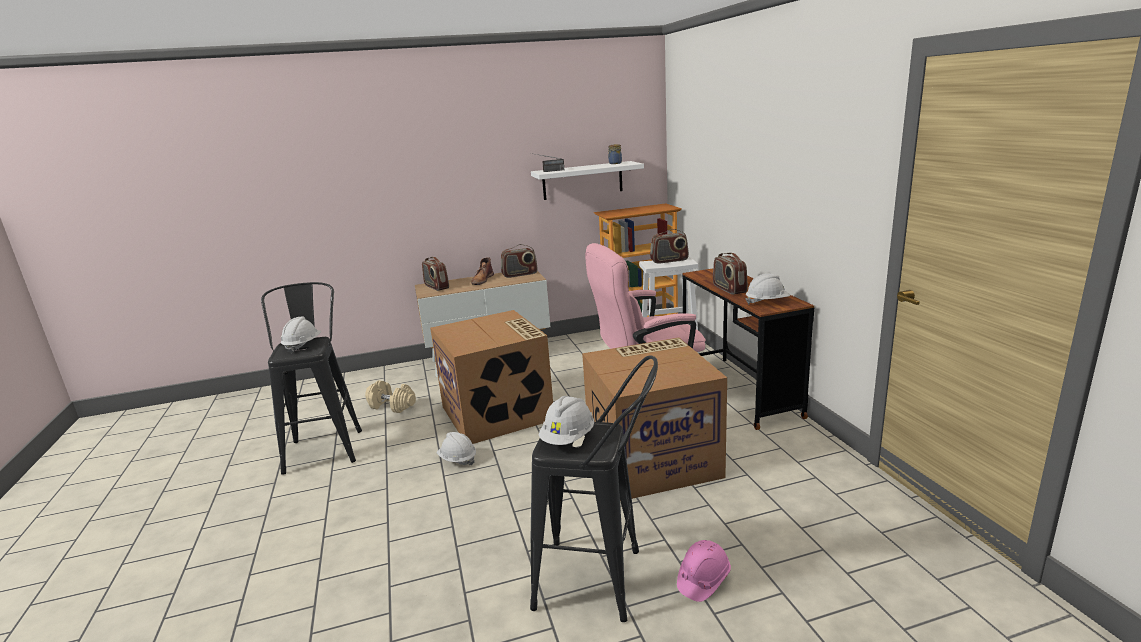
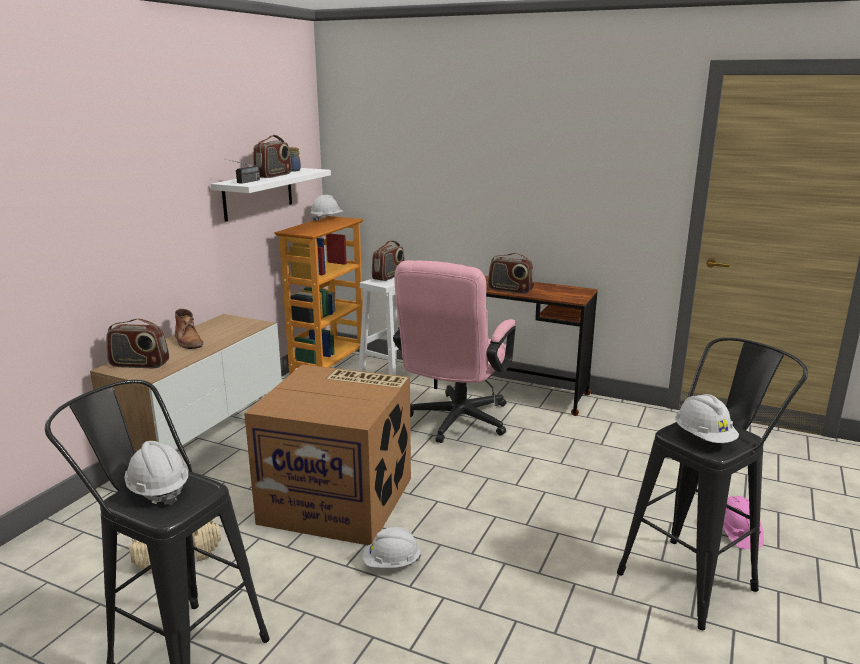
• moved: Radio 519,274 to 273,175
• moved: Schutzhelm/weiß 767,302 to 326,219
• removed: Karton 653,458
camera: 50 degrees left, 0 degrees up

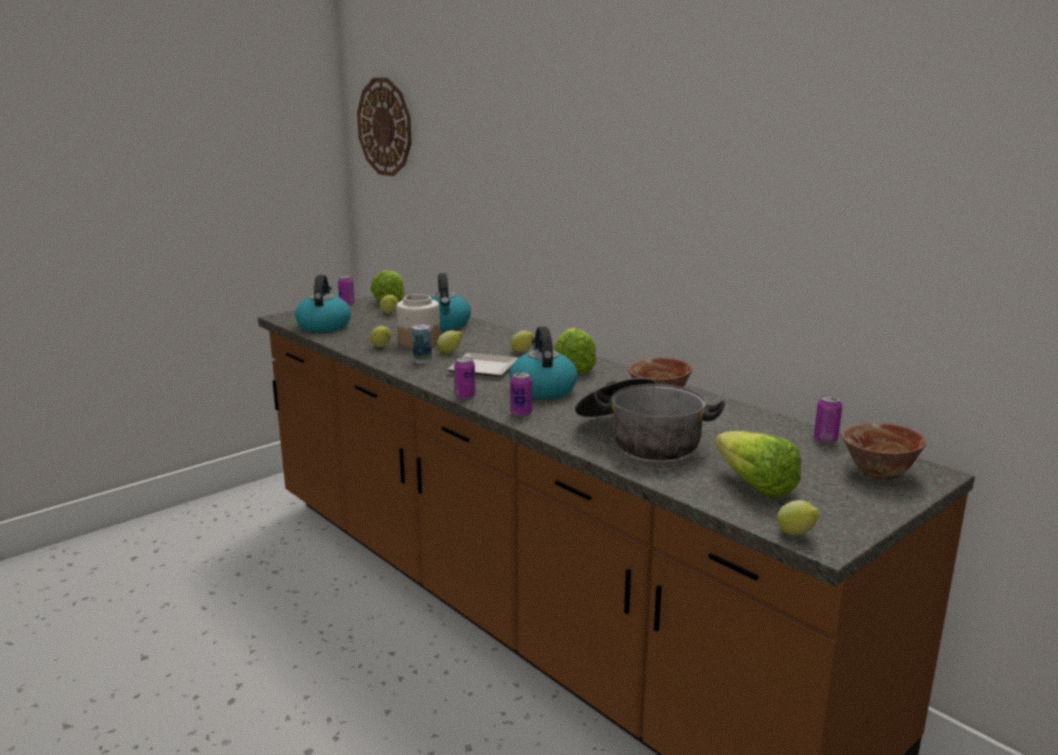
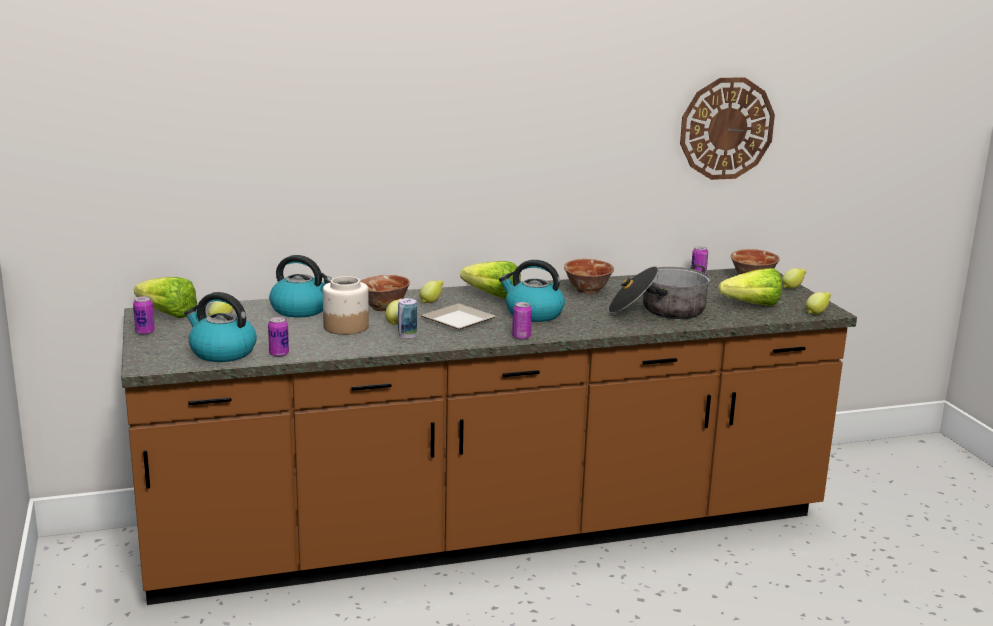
• moved: Dose 521,413 to 279,354
• added: Schüssel 383,308
• moved: Wanduhr 385,127 to 726,128
• moved: Zitrone 382,347 to 793,288
camera: 65 degrees left, 0 degrees up

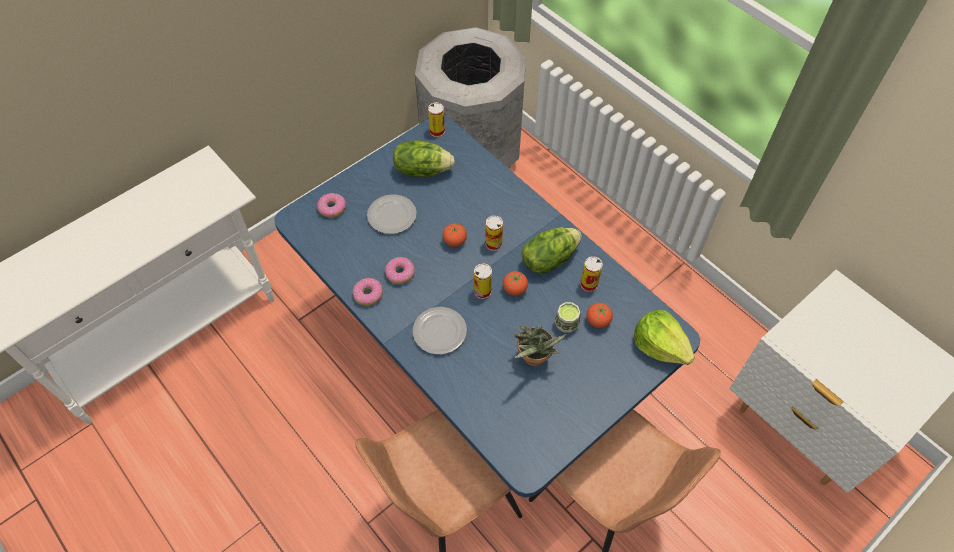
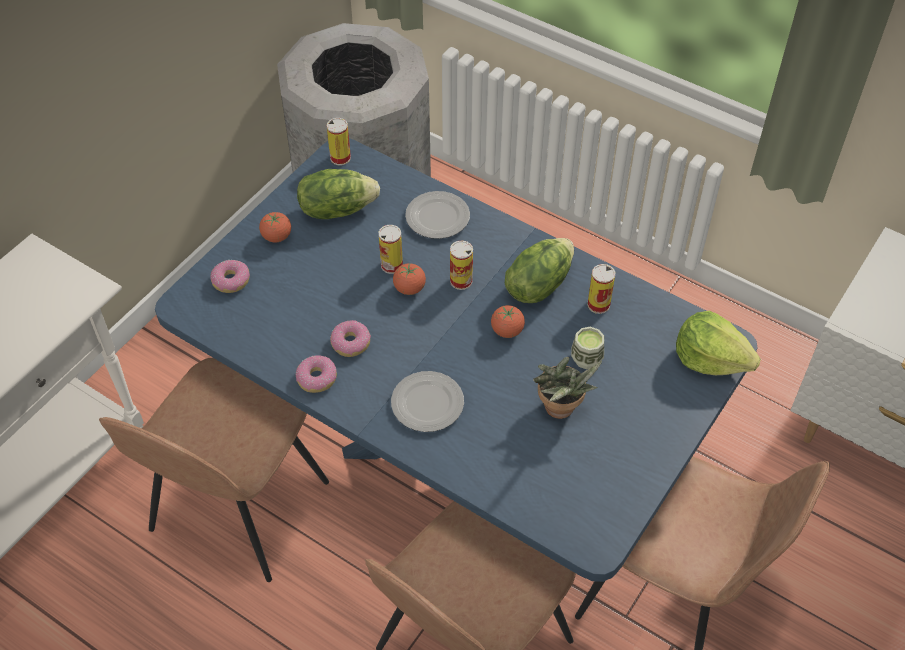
• added: Stuhl/braun 237,509
• moved: Tomate 598,321 to 277,237
• moved: Dose 482,291 to 391,265
• moved: Teller 391,216 to 437,218
camera: 15 degrees left, 5 degrees down

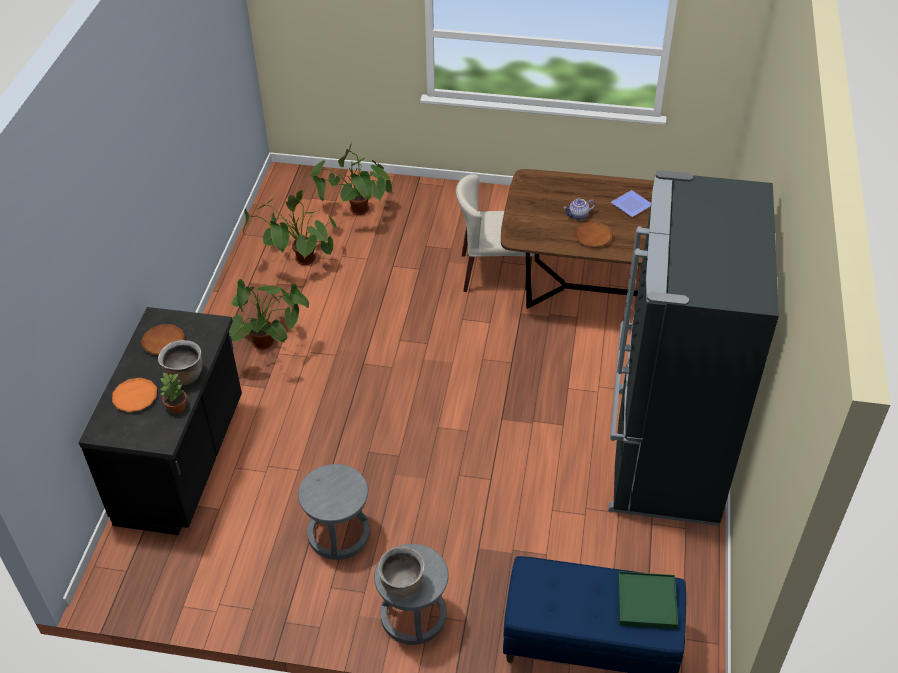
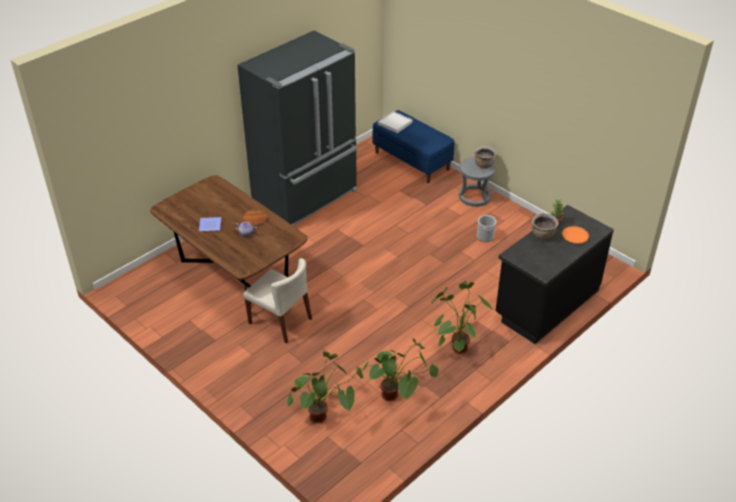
• recoloured: Tablett/grün 647,602 to Tablett/weiß 395,123
• replaced: Hocker/grau 339,534 to Eimer 485,237
• removed: Teller/braun 163,342
camera: 145 degrees left, 5 degrees down

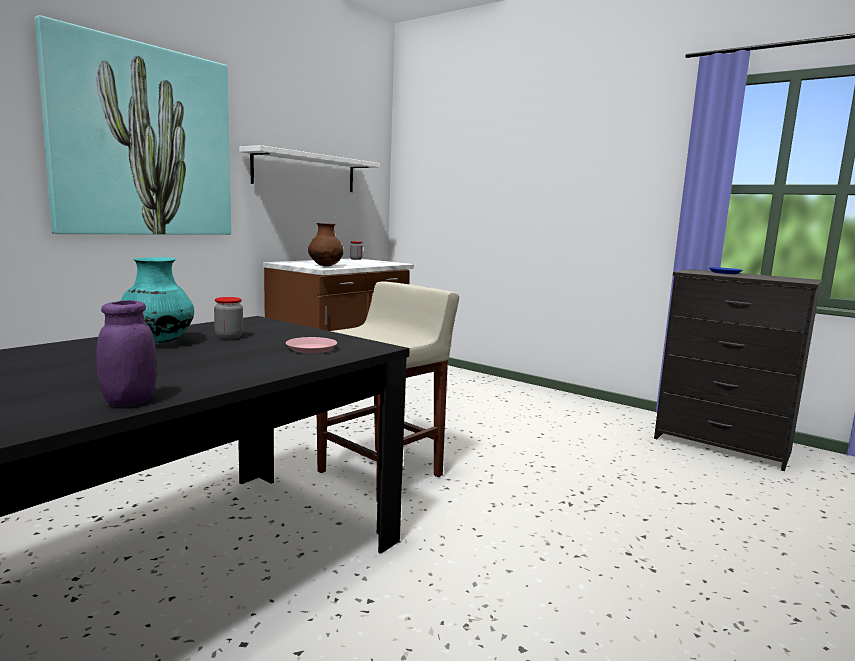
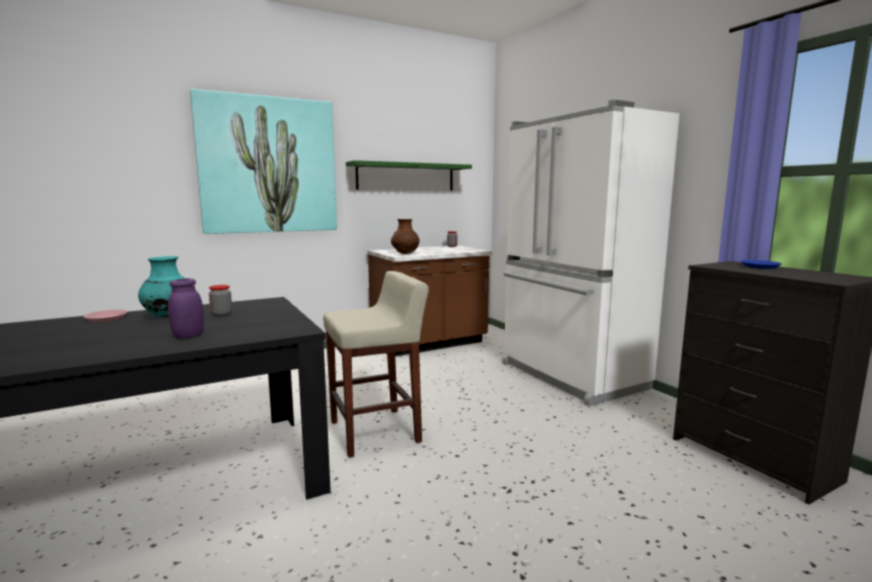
• moved: Teller/rosa 311,349 to 106,318
• moved: Vorratsglas/lila 130,402 to 188,336
• recoloured: Wandregal/weiß 305,172 to Wandregal/grün 406,177
• added: Kühlschrank/weiß 570,376
camera: 25 degrees right, 0 degrees up

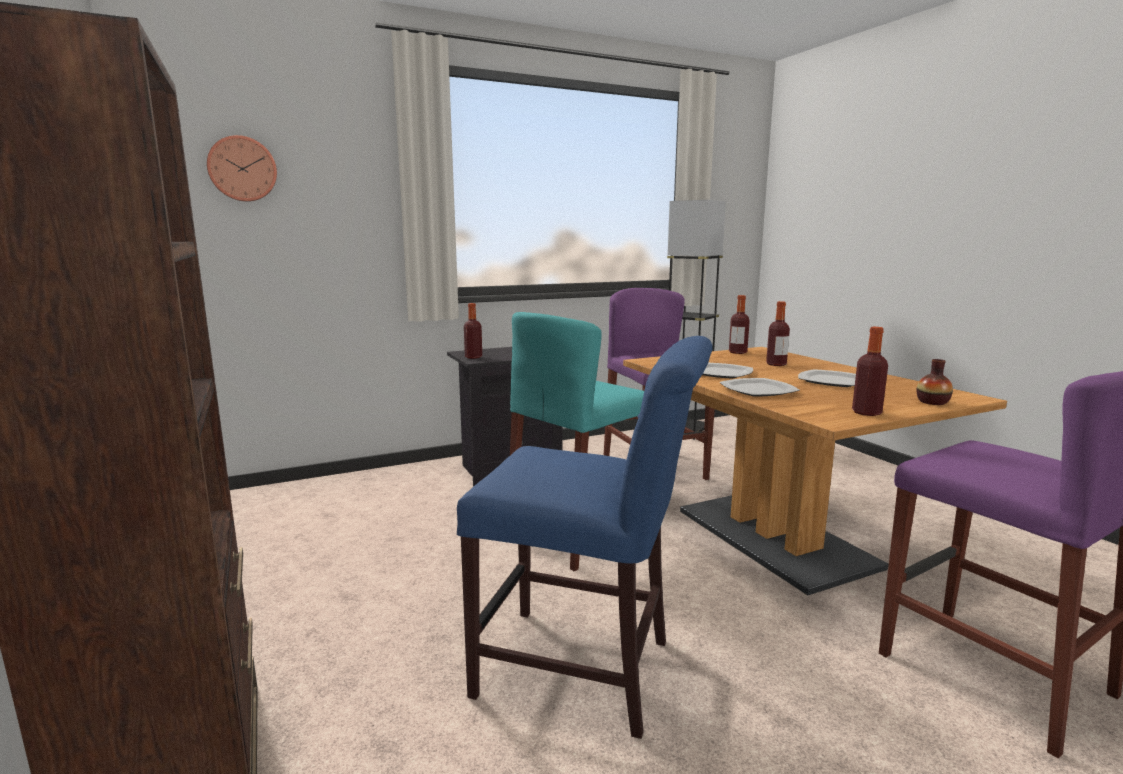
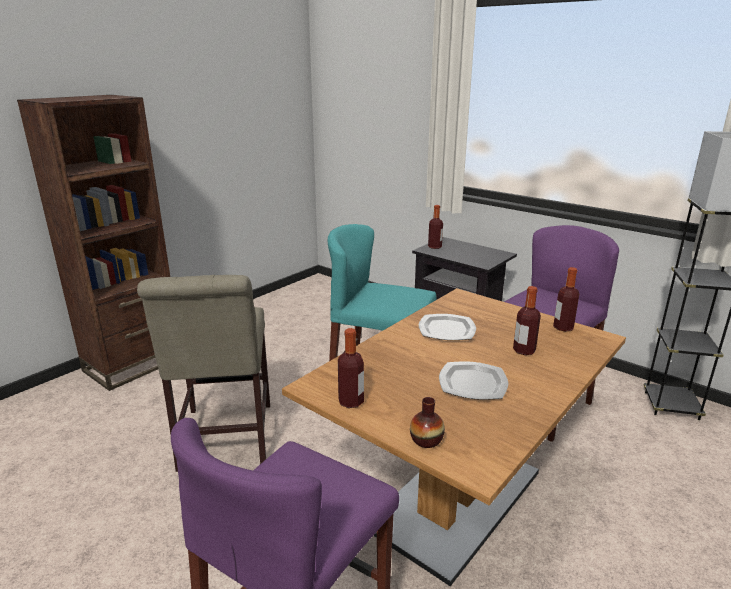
• recoloured: Stuhl/blau 585,671 to Stuhl/beige 224,440
• removed: Wanduhr 242,169
• removed: Teller 759,390
camera: 65 degrees right, 10 degrees up

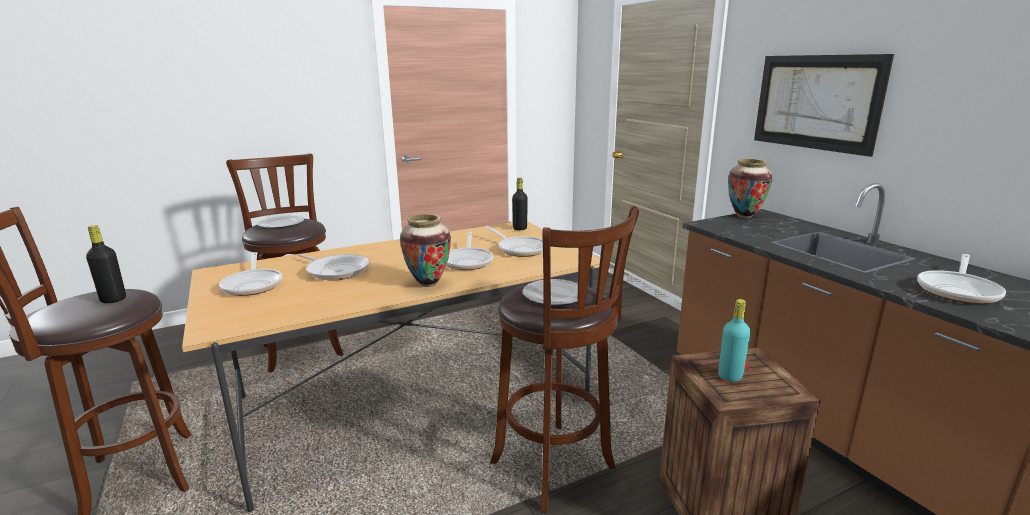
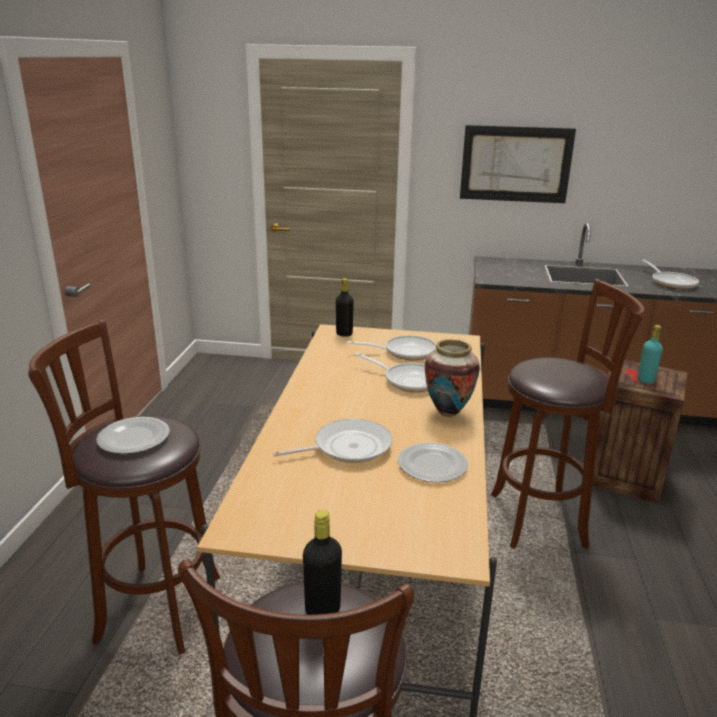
• moved: Teller 554,294 to 431,465
• removed: Pfanne 253,285
• removed: Vase 744,216
camera: 55 degrees left, 5 degrees up

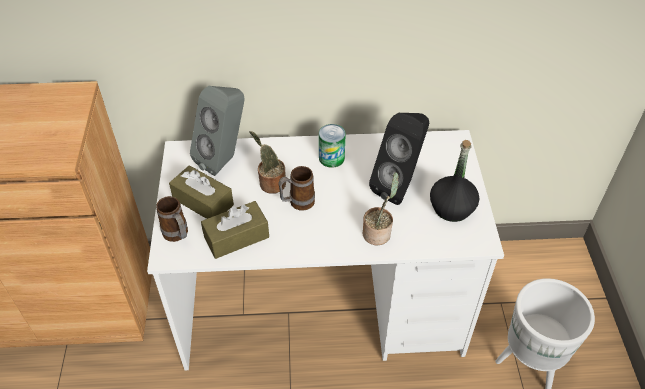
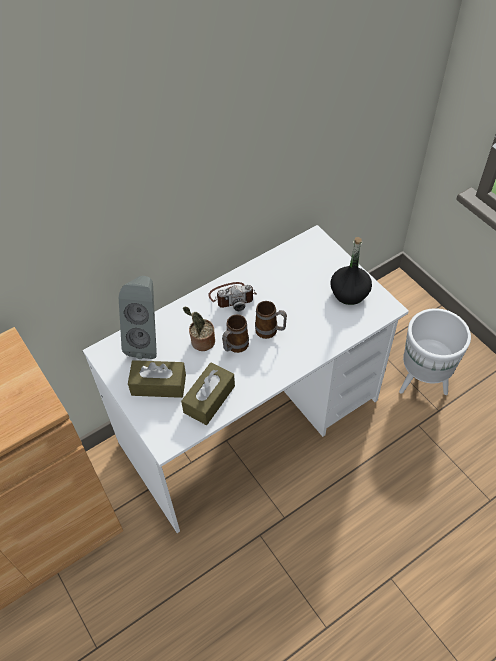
• replaced: Dose 331,158 to Kamera 232,297
• moved: Henkelbecher 177,236 to 270,332
• removed: Topfpflanze 378,233
• removed: Lautsprecher/schwarz 399,186
camera: 30 degrees left, 5 degrees up

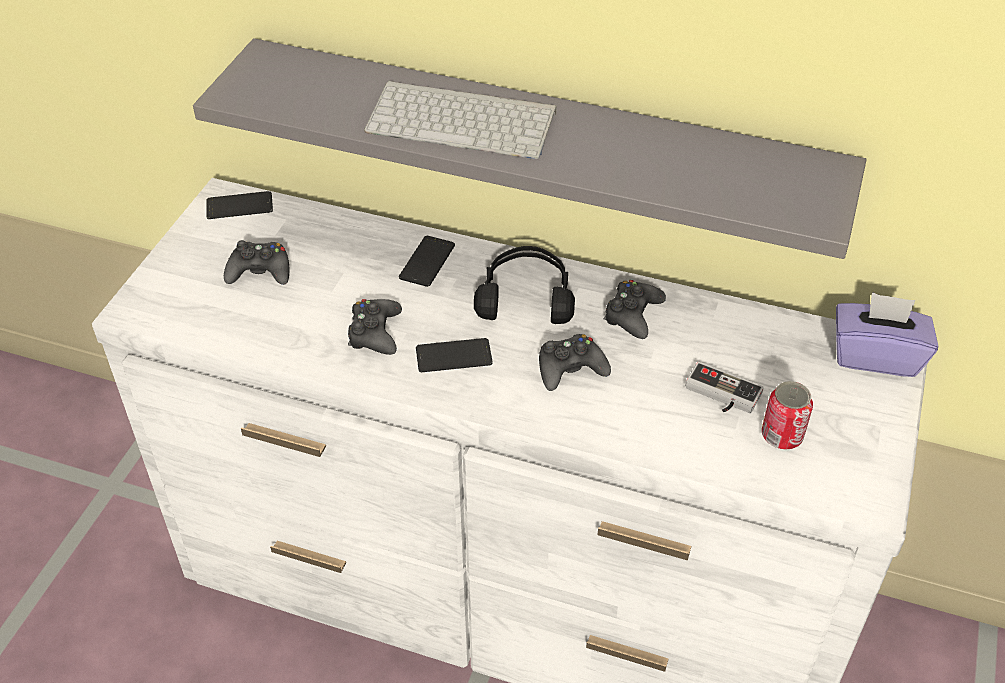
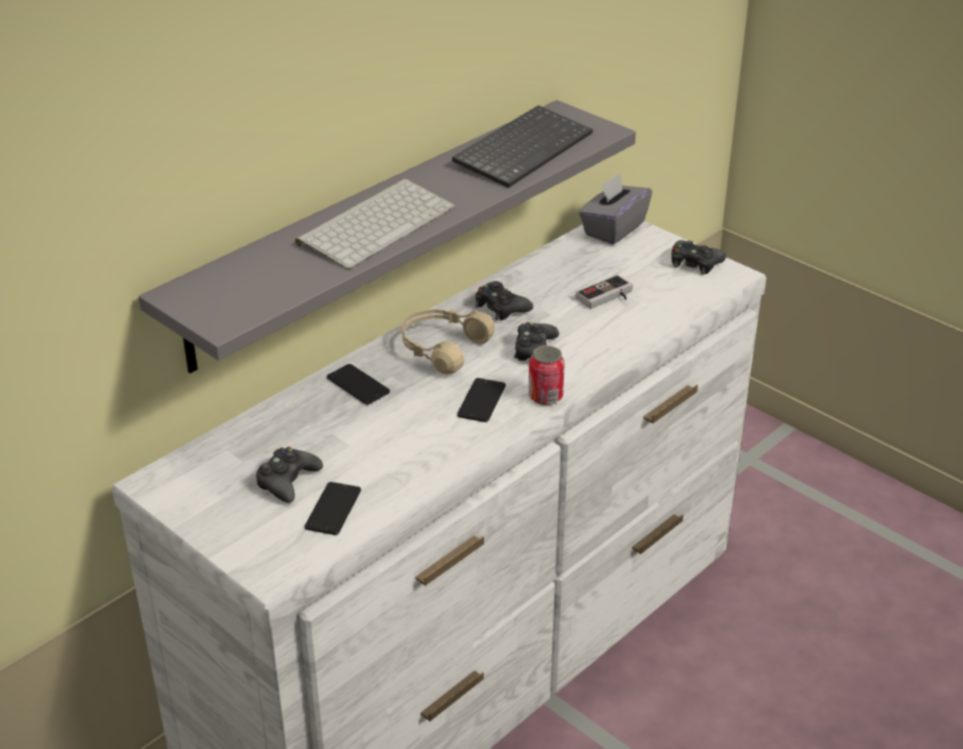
• moved: Handy 239,206 to 333,509
• recoloured: Kopfhörer/schwarz 526,296 to Kopfhörer/beige 441,348
• added: Tastatur 522,148
• moved: Dose 782,436 to 545,396
• recoloured: Taschentuchbox/lila 875,355 to Taschentuchbox/grau 613,229
• moved: Gamepad/schwarz 375,333 to 695,263
camera: 65 degrees left, 10 degrees down

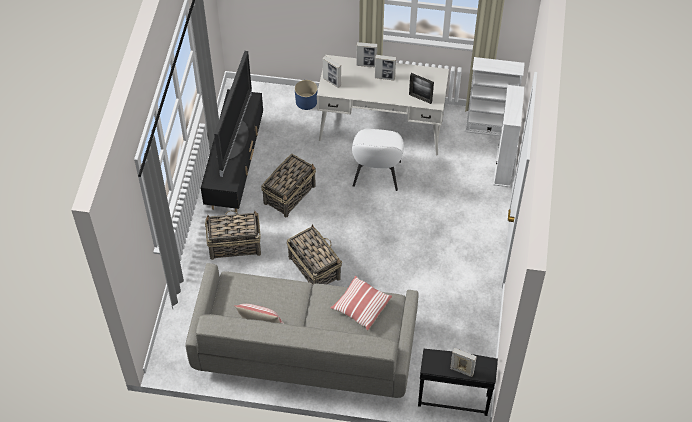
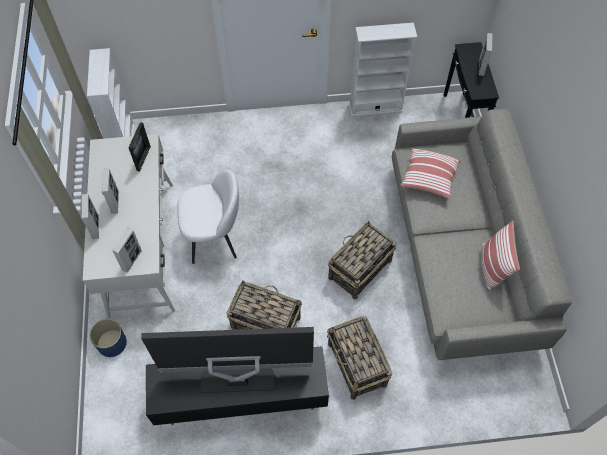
• moved: Bücherregal/weiß 503,166 to 375,107
camera: 105 degrees left, 5 degrees up

